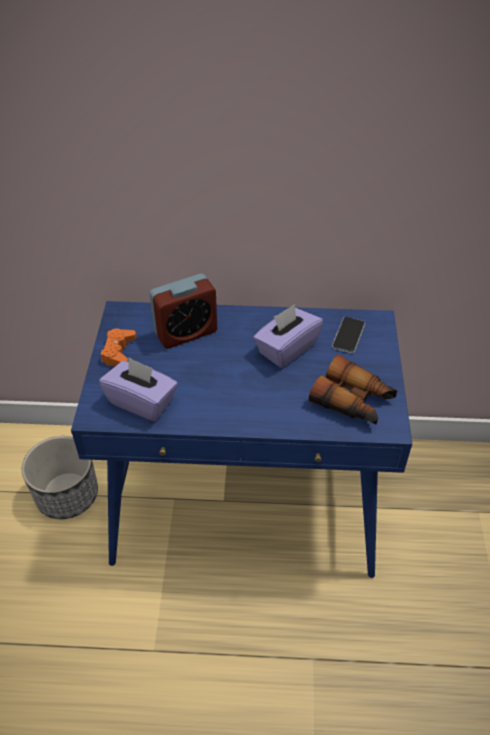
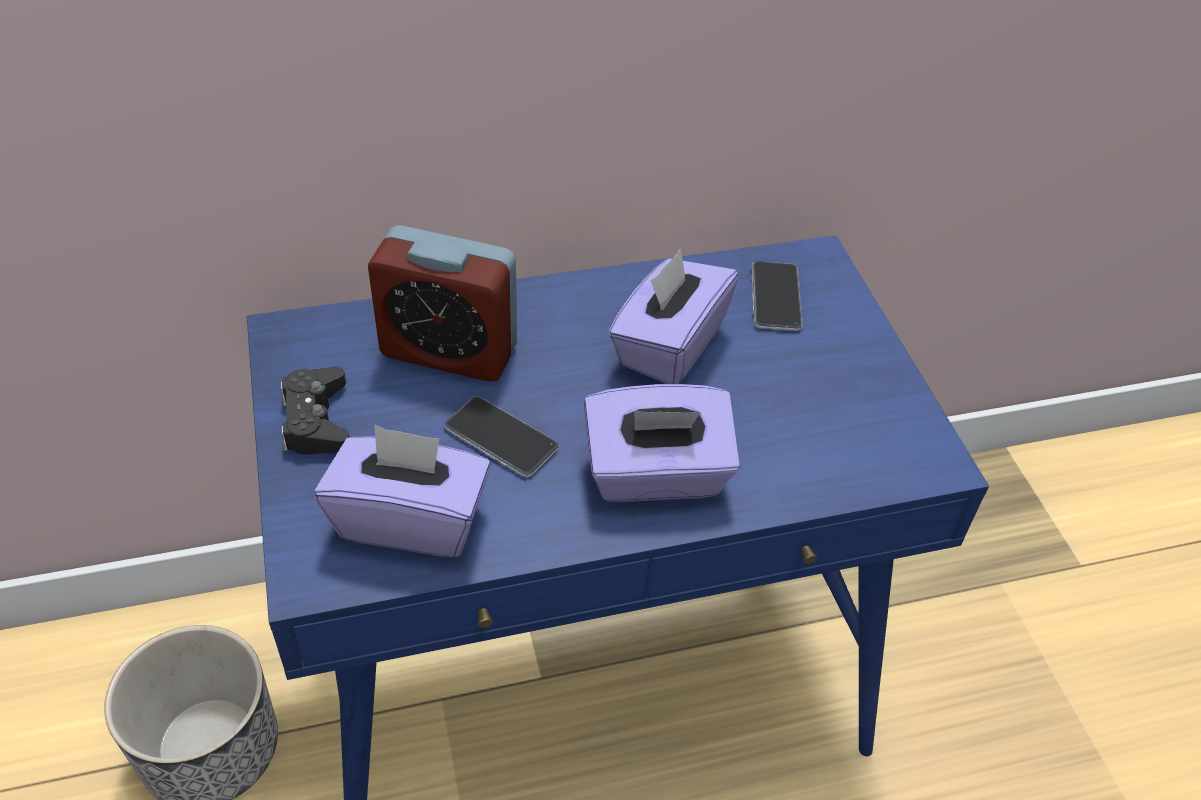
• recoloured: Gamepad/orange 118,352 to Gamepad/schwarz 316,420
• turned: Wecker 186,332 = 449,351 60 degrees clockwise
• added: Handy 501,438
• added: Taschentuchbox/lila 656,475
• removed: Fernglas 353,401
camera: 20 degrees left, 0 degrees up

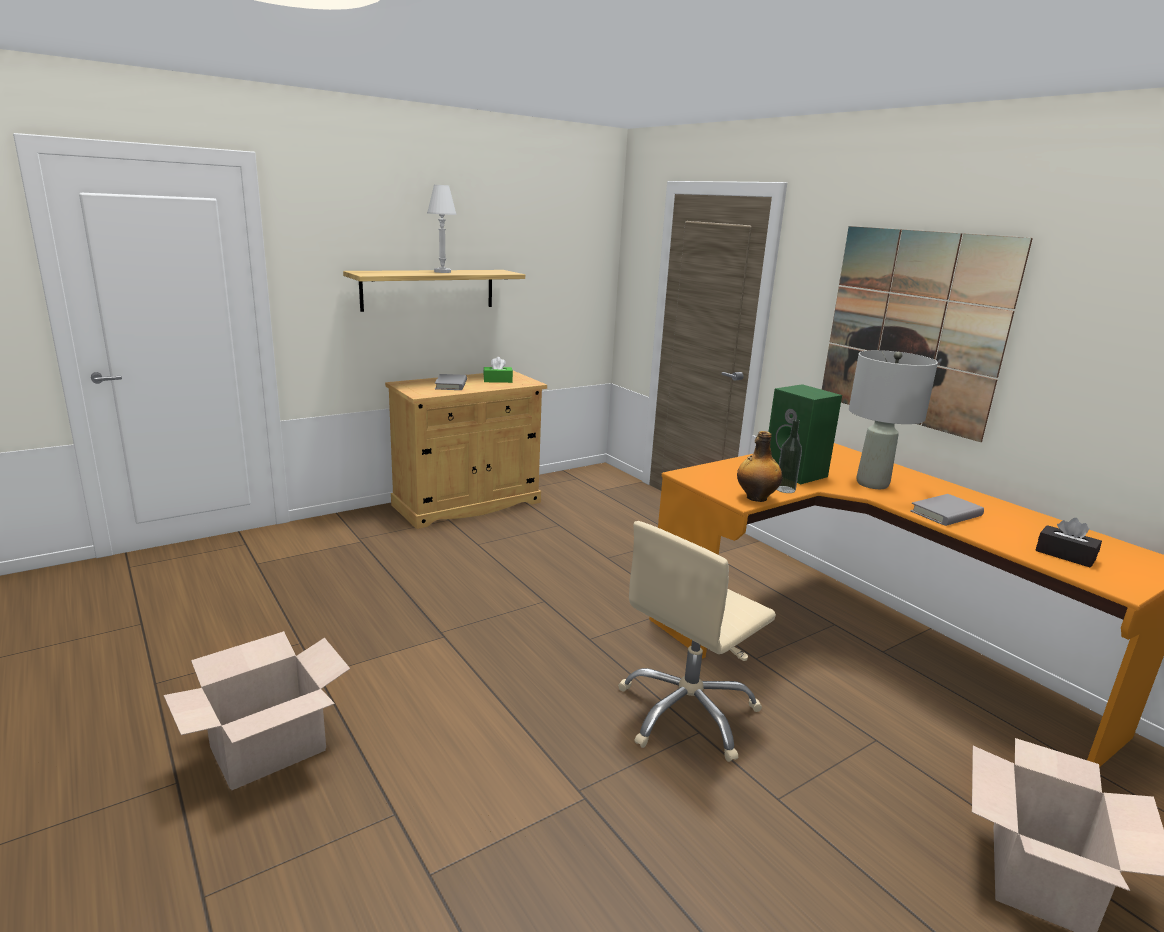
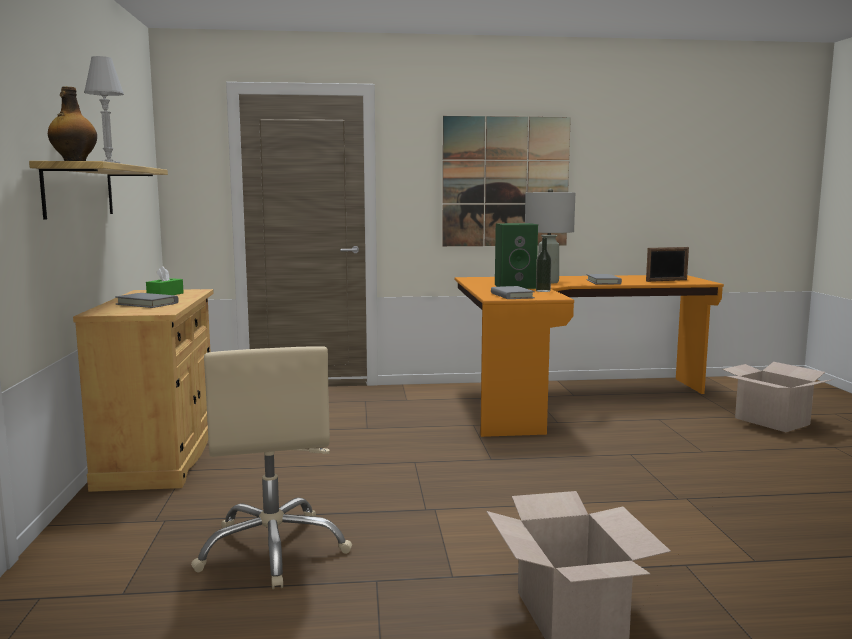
• moved: Flasche 755,498 to 74,161
• moved: Bürostuhl/beige 687,713 to 273,549
• added: Buch/grau 512,296
• replaced: Taschentuchbox/schwarz 1065,555 to Bilderrahmen 666,280
camera: 60 degrees left, 10 degrees down

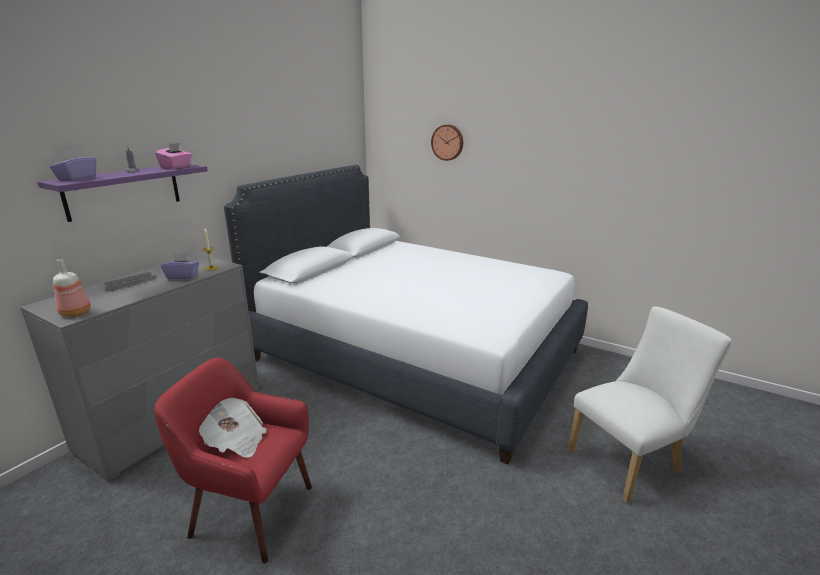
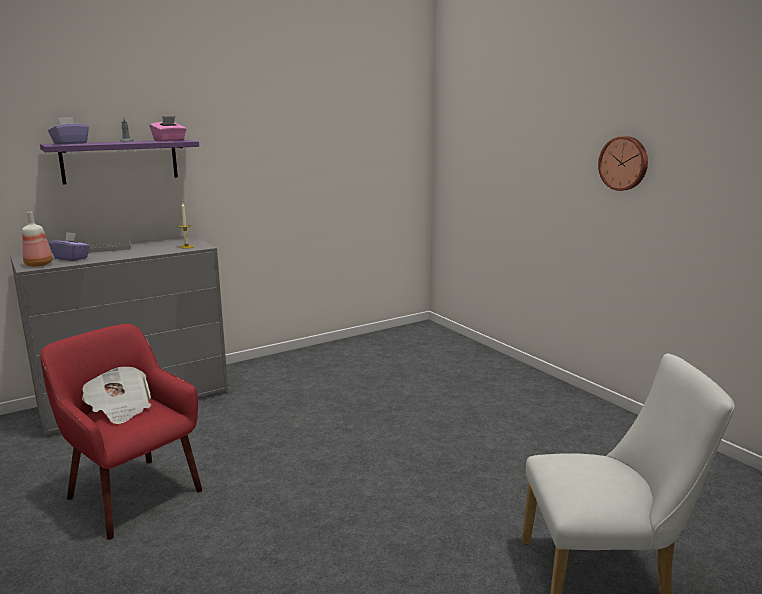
• moved: Taschentuchbox/lila 182,276 to 71,258
• moved: Wanduhr 448,142 to 624,163
• removed: Bett/weiß 415,354
camera: 25 degrees right, 5 degrees down

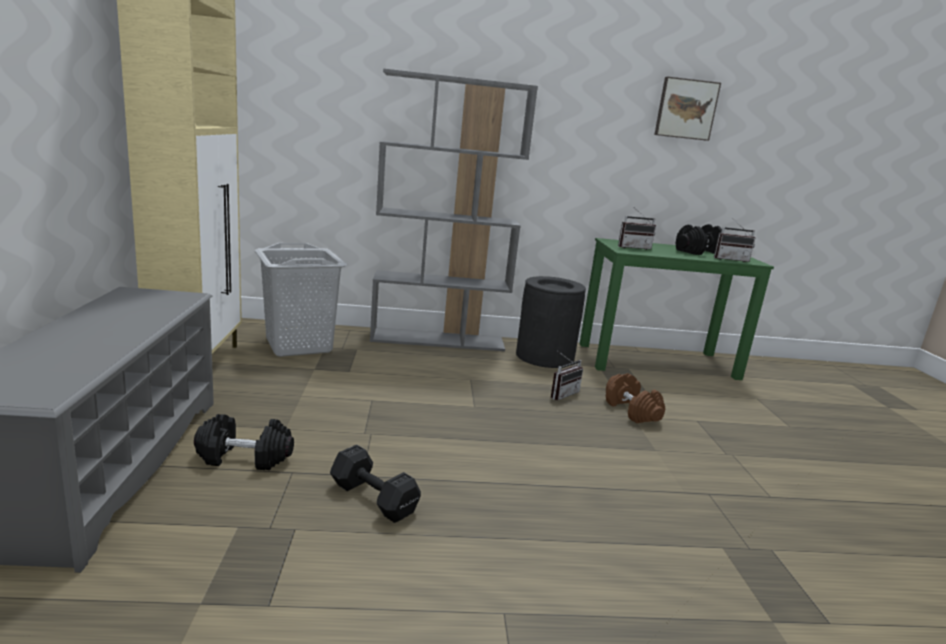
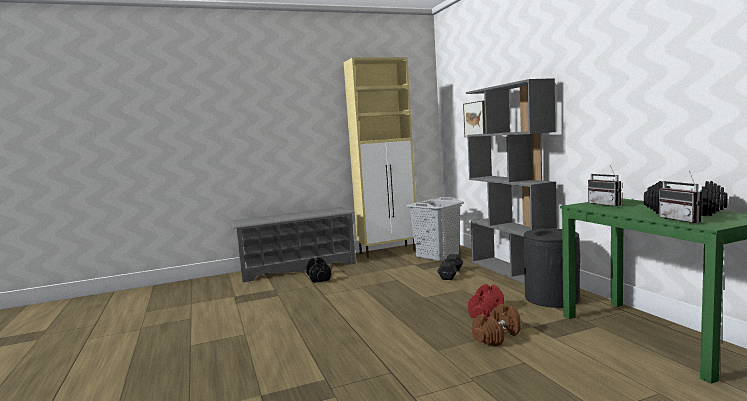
• moved: Hantel/schwarz 372,497 to 451,274
• moved: Bild 685,109 to 476,119
• replaced: Radio 561,393 to Hantel/rot 486,312
camera: 75 degrees right, 10 degrees down

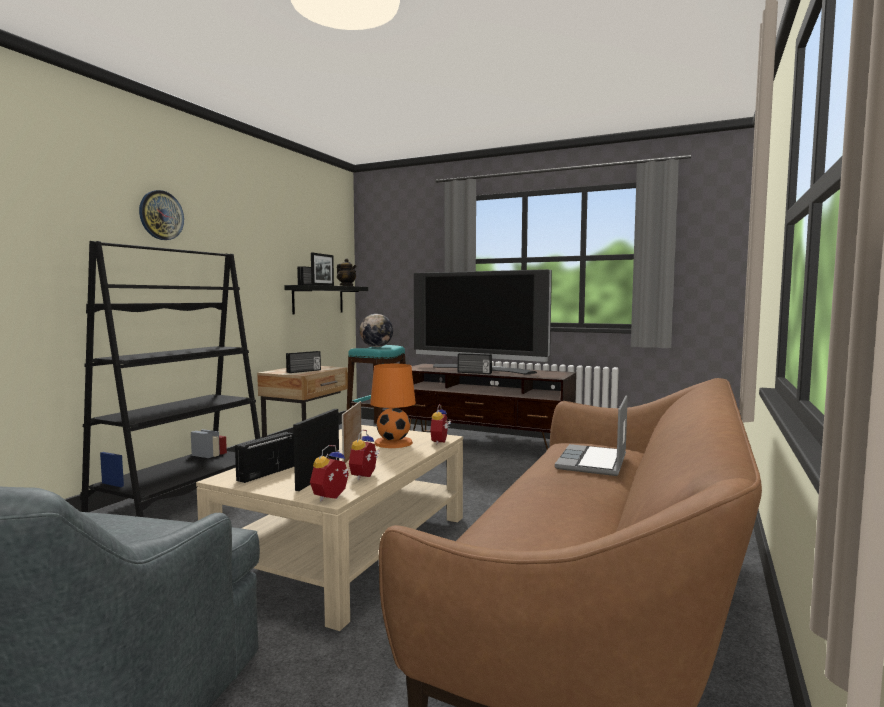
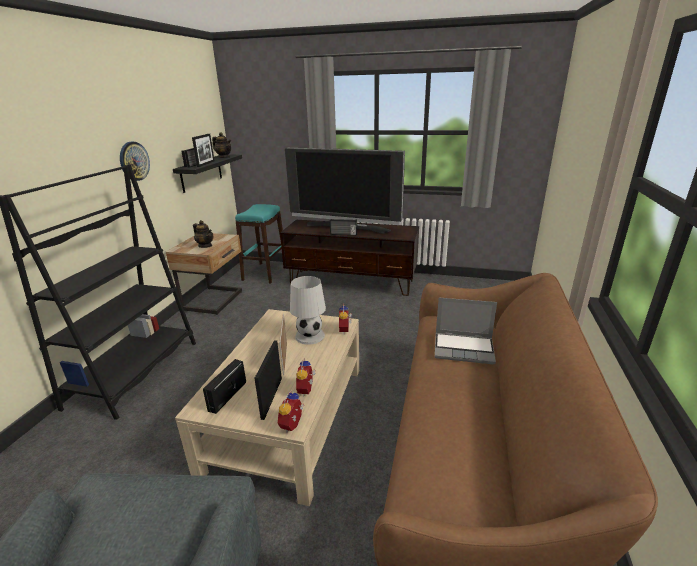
• moved: Wanduhr 161,215 to 134,161
• replaced: Radio 304,371 to Teekanne 205,246
• recoloured: Tischlampe/orange 393,443 to Tischlampe/weiß 310,336
• turned: Laptop 593,462 = 464,348 90 degrees counterclockwise
• removed: Globus 376,347
camera: 10 degrees left, 20 degrees up

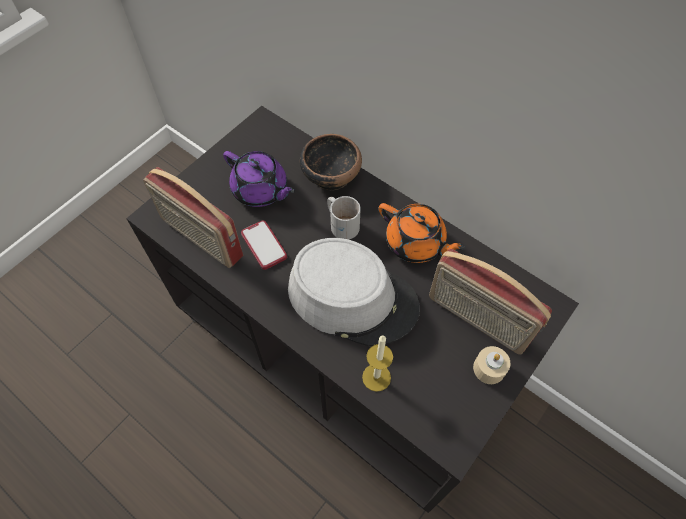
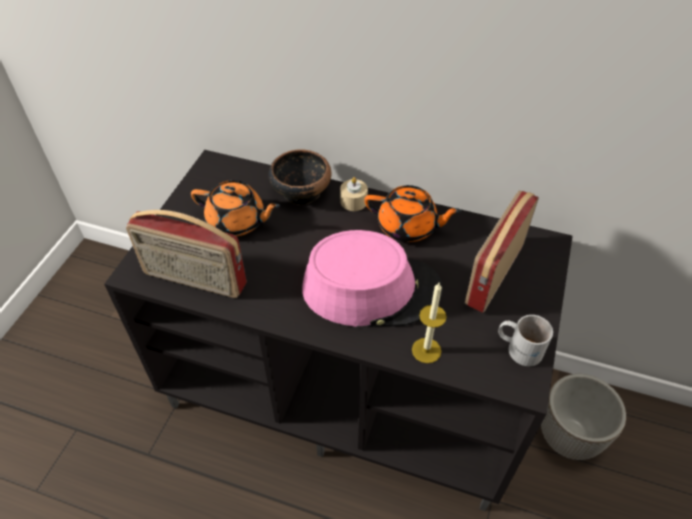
• recoloured: Teekanne/lila 260,190 to Teekanne/orange 237,222
• recoloured: Hut/grau 352,297 to Hut/rosa 371,289
• moved: Kerze/beige 489,368 to 353,201
• turned: Radio 477,319 = 493,274 105 degrees clockwise
• moved: Henkelbecher/weiß 342,223 to 519,347
• added: Pflanzkübel 569,437
• removed: Handy 264,245
camera: 20 degrees left, 10 degrees down

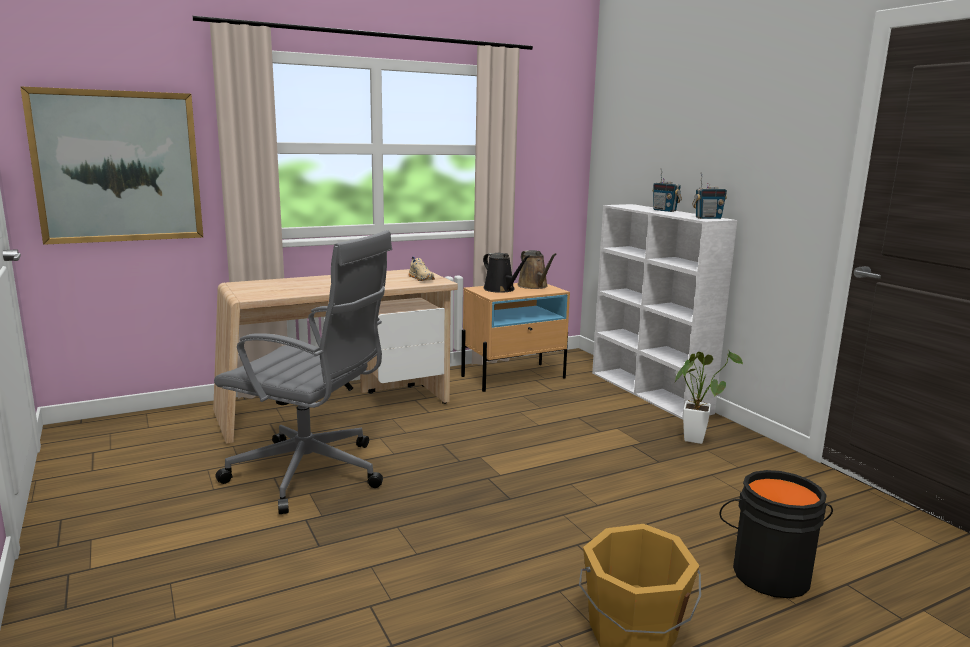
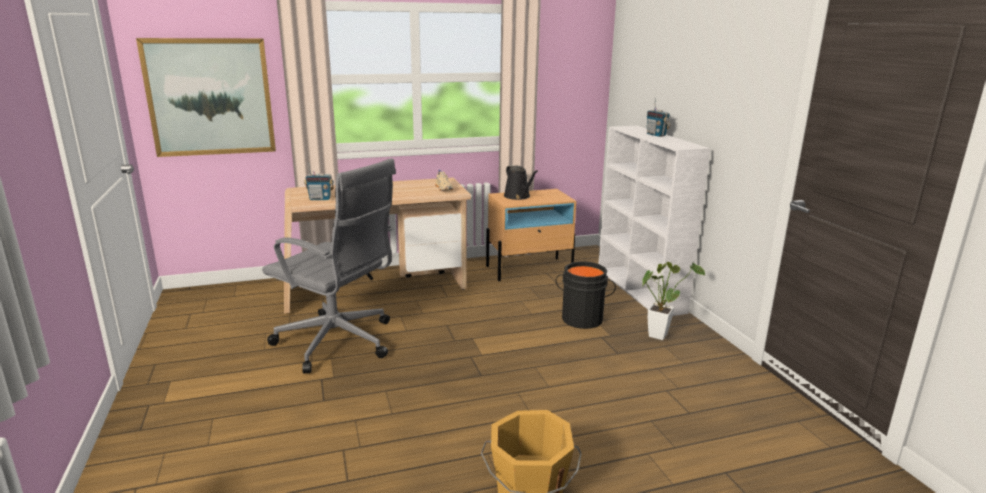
• moved: Radio 708,218 to 320,199
• moved: Eimer/schwarz 770,573 to 582,318
• removed: Gießkanne/braun 534,286
camera: 10 degrees right, 5 degrees up

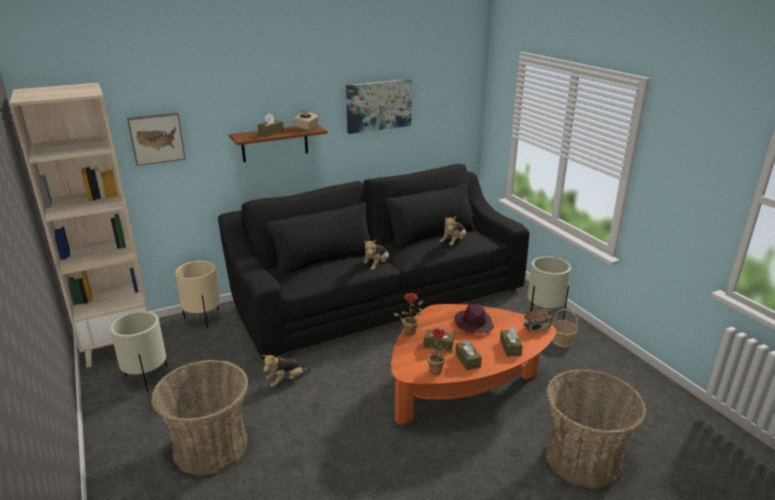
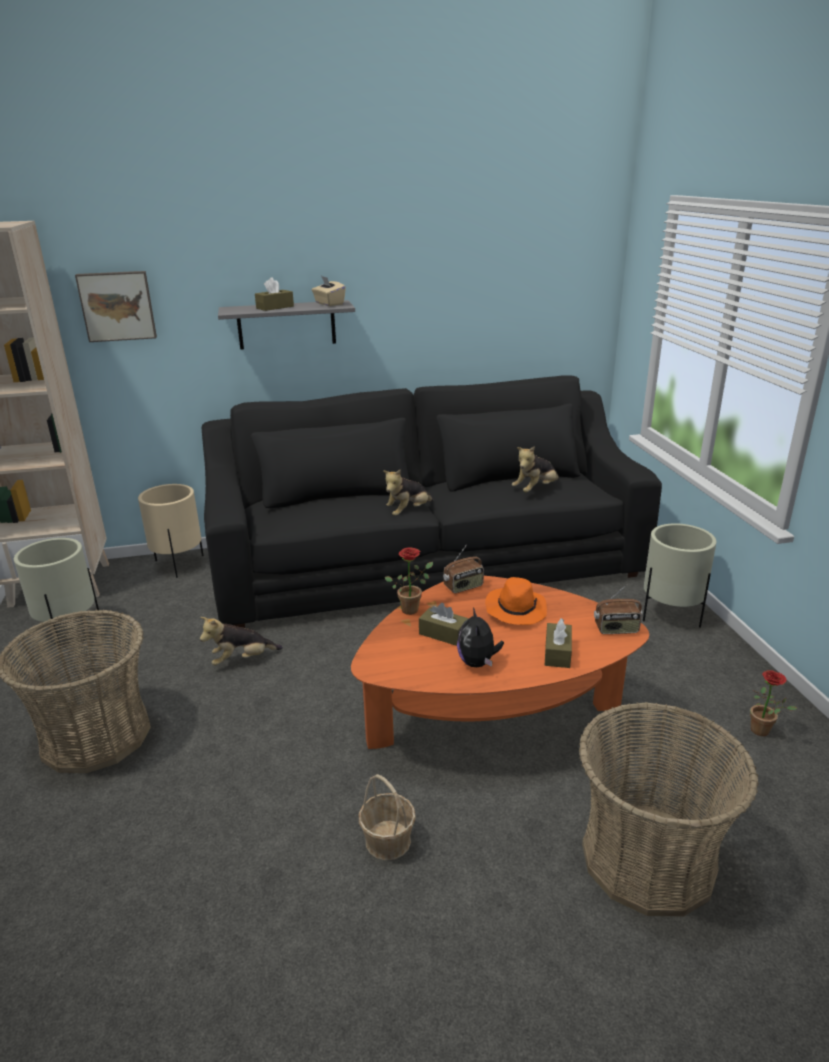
• recoloured: Wandregal/braun 275,143 to Wandregal/grau 286,325
• moved: Korb 562,341 to 388,840
• added: Radio 463,587
• replaced: Taschentuchbox/braun 467,360 to Plüschtier 478,663
• recoloured: Hut/lila 473,324 to Hut/orange 515,609
• moved: Topfpflanze 438,371 to 764,732
• removed: Bild 378,105
camera: 15 degrees right, 0 degrees up

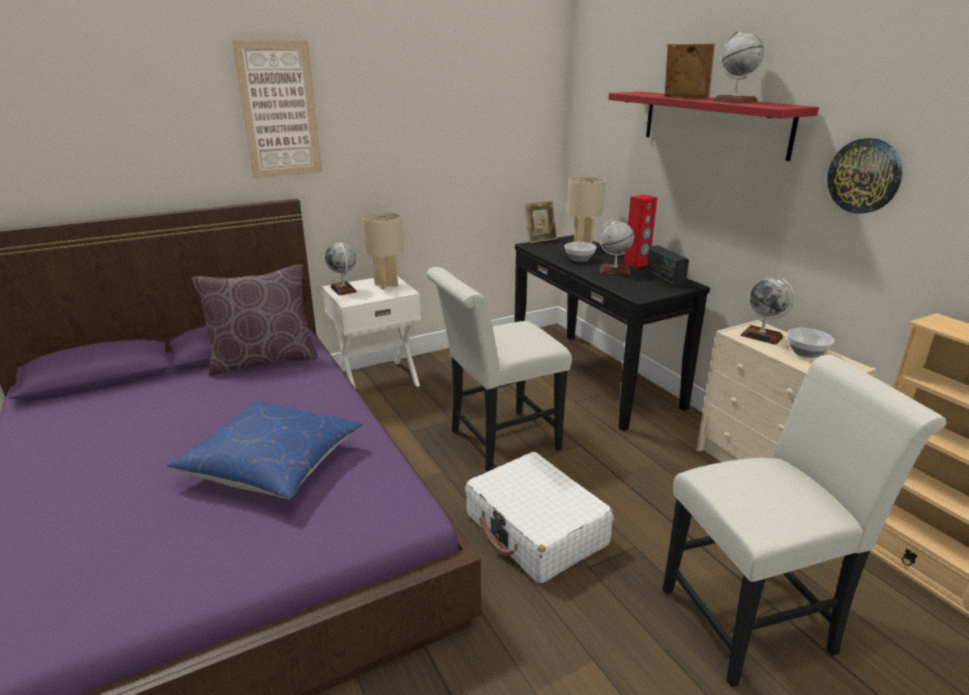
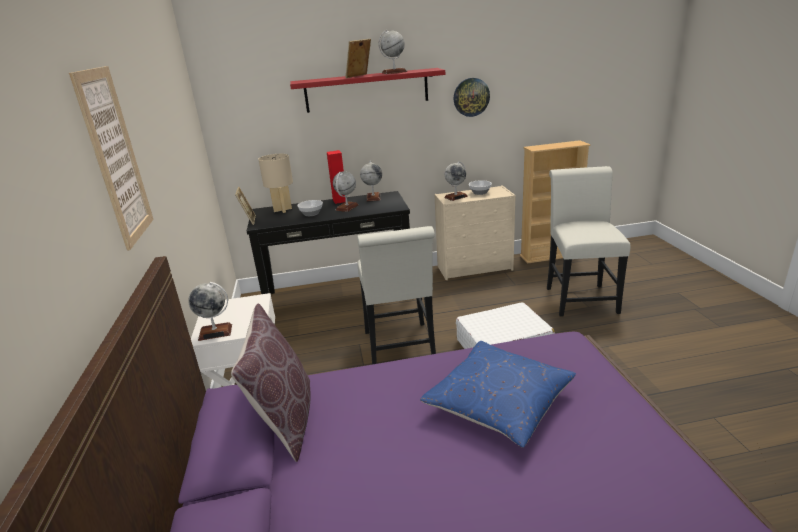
• replaced: Radio 664,278 to Globus 373,197
• removed: Tischlampe/beige 386,285
camera: 70 degrees left, 0 degrees up

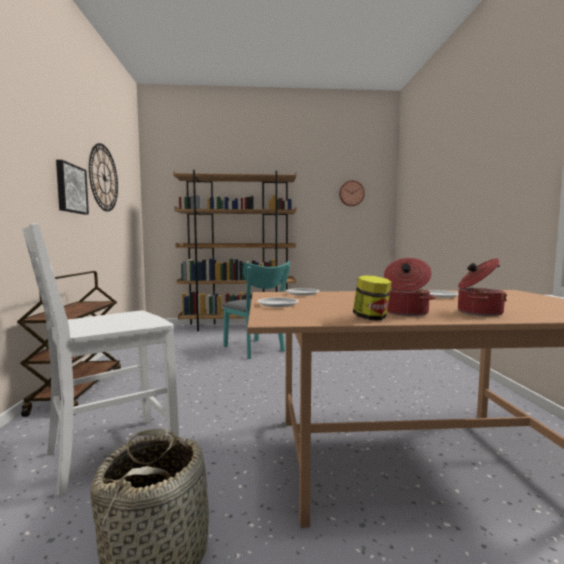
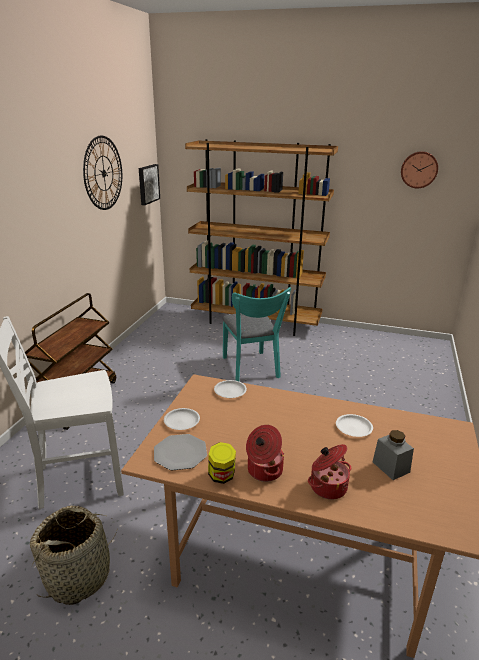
• moved: Bild 70,188 to 148,184
• added: Teller 180,453
• added: Vorratsglas/grau 391,467
camera: 20 degrees right, 20 degrees up

